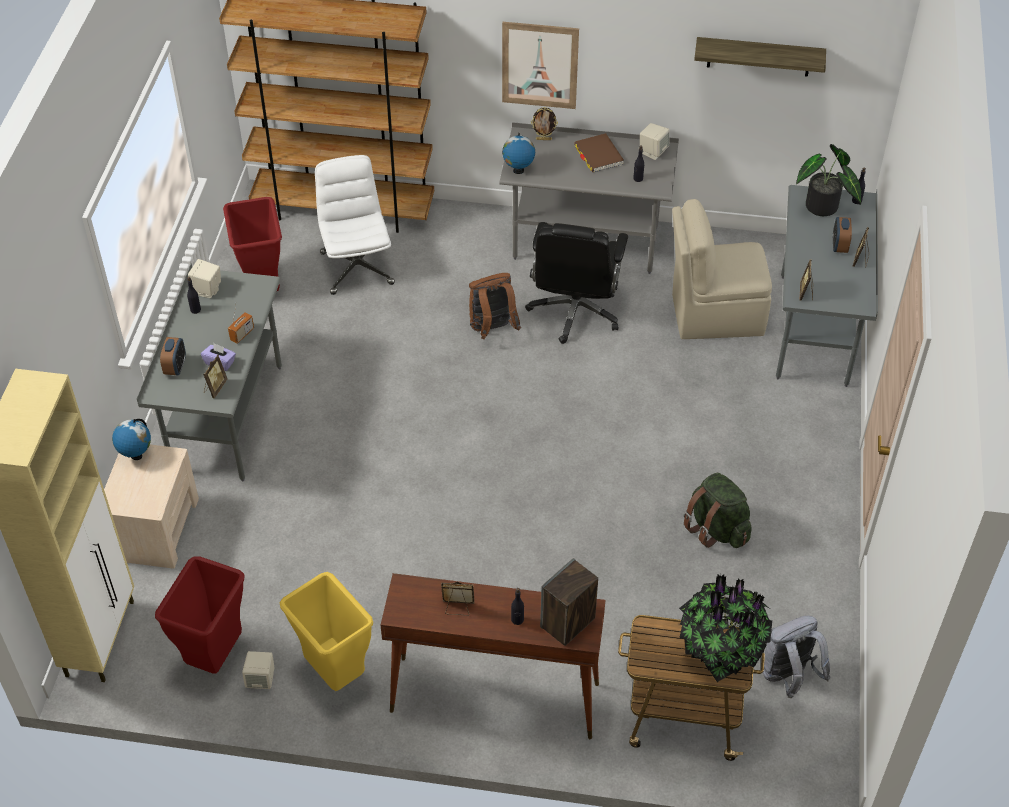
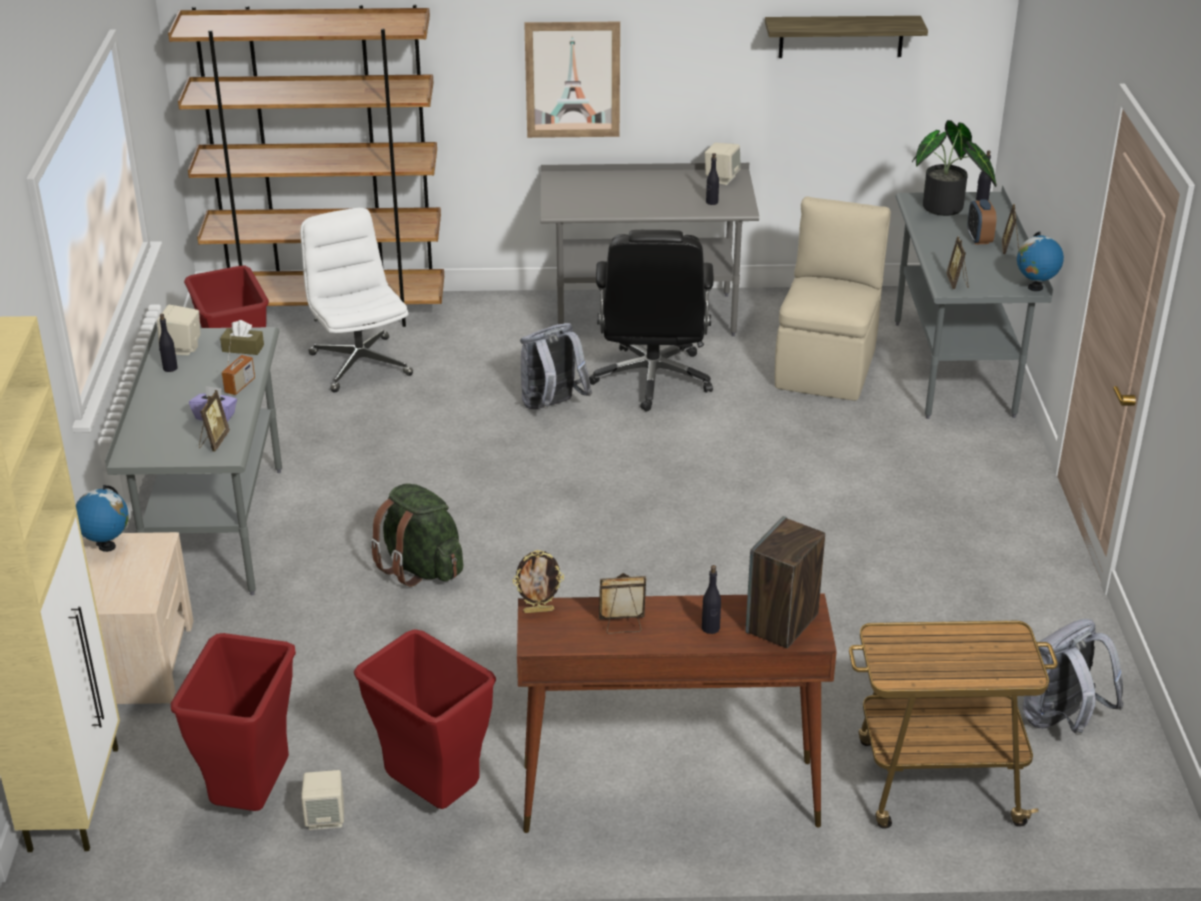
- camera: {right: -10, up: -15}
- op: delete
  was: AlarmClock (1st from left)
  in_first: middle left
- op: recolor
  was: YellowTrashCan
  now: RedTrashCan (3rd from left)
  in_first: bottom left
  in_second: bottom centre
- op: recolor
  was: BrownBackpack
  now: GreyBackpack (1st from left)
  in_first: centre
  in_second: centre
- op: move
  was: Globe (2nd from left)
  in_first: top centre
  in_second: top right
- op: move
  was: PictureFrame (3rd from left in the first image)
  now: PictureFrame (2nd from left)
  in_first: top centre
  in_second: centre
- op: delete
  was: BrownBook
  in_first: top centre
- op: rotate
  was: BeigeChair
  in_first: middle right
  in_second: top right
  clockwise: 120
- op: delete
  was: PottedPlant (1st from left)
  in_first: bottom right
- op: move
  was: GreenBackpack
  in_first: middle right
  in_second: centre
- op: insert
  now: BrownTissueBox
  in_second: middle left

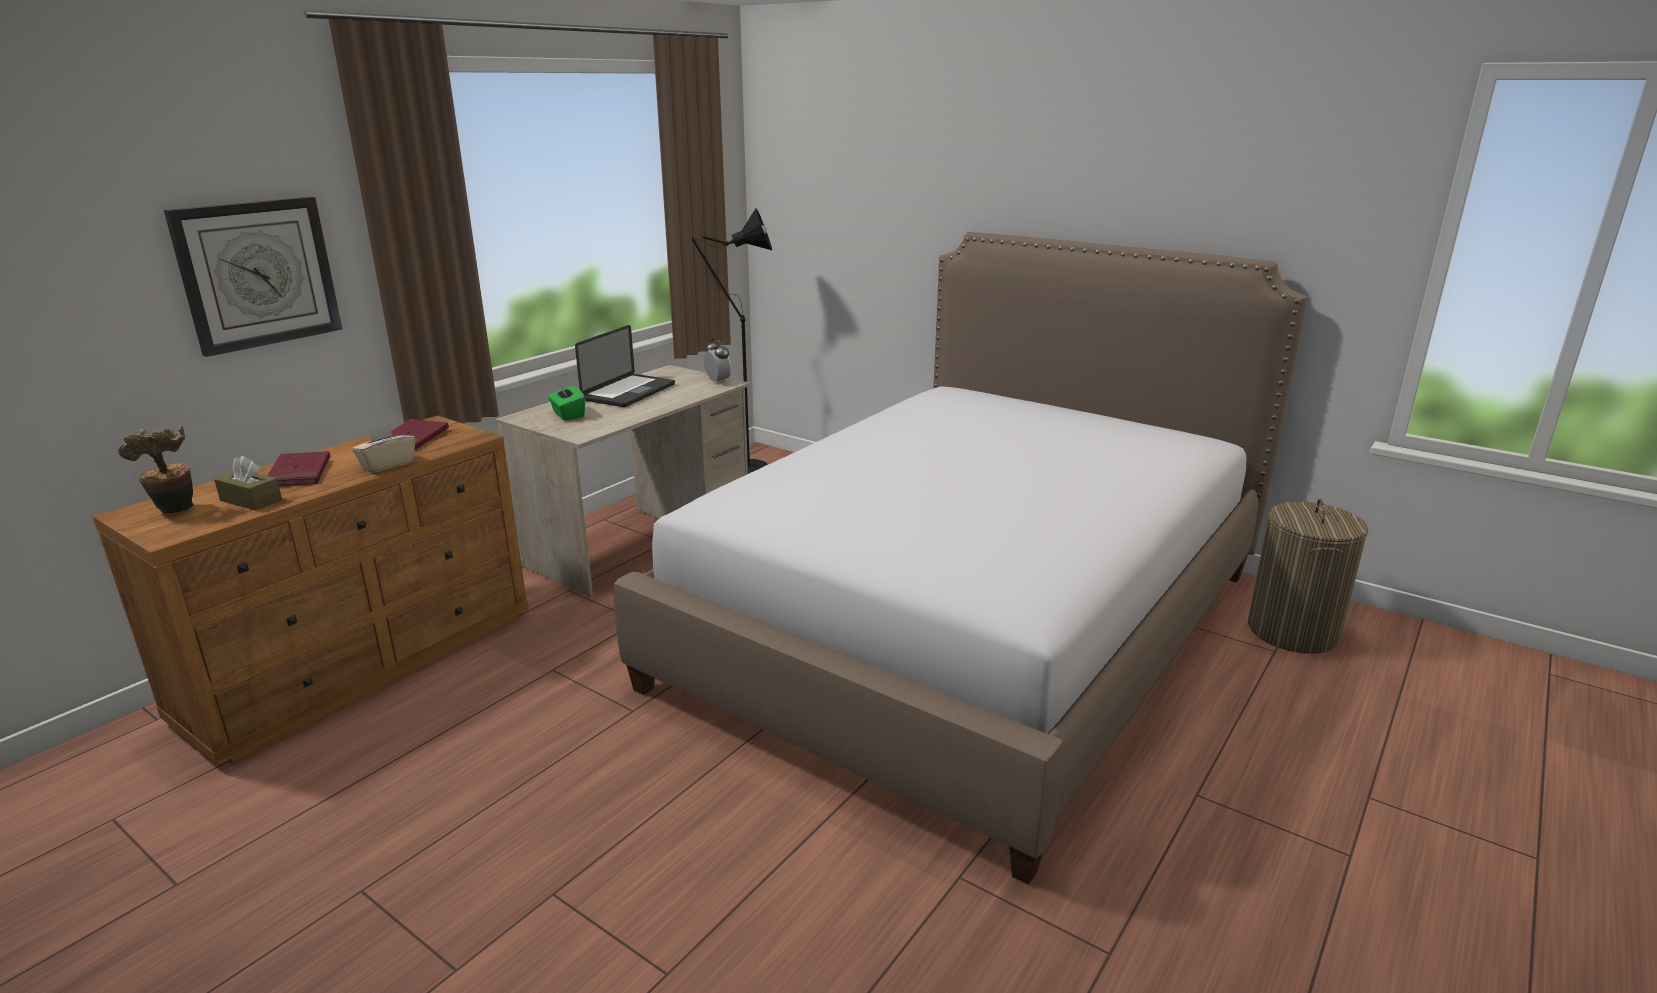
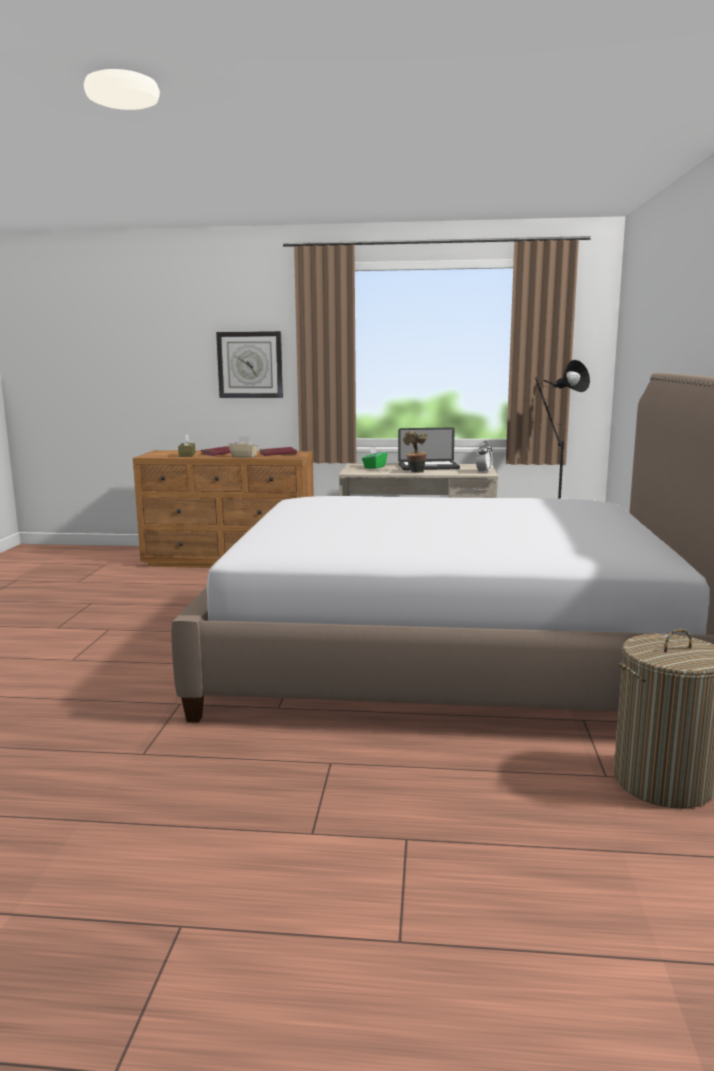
- camera: {right: 60, up: -10}
- op: move
  was: PottedPlant
  in_first: middle left
  in_second: centre

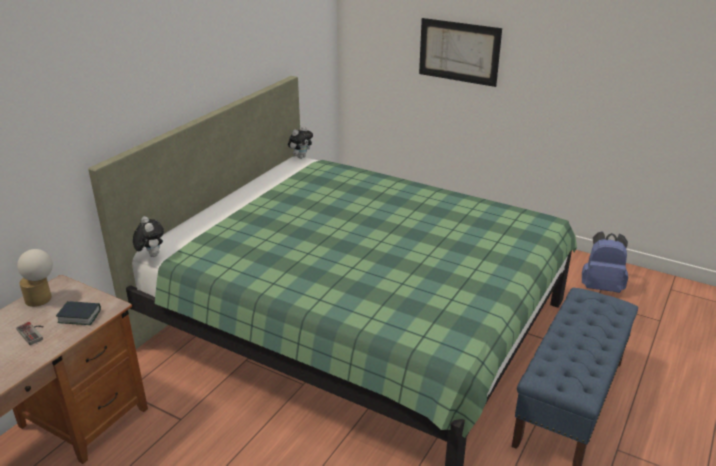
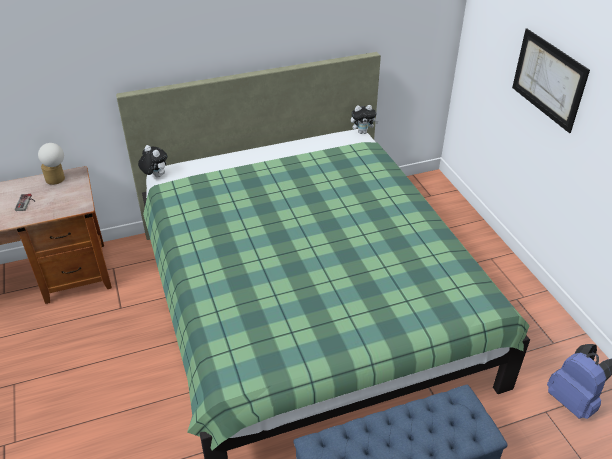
- camera: {right: 40, up: 10}
- op: delete
  was: Book
  in_first: bottom left
- op: rotate
  was: PlushToy (1st from left)
  in_first: middle left
  in_second: middle left
  clockwise: -60

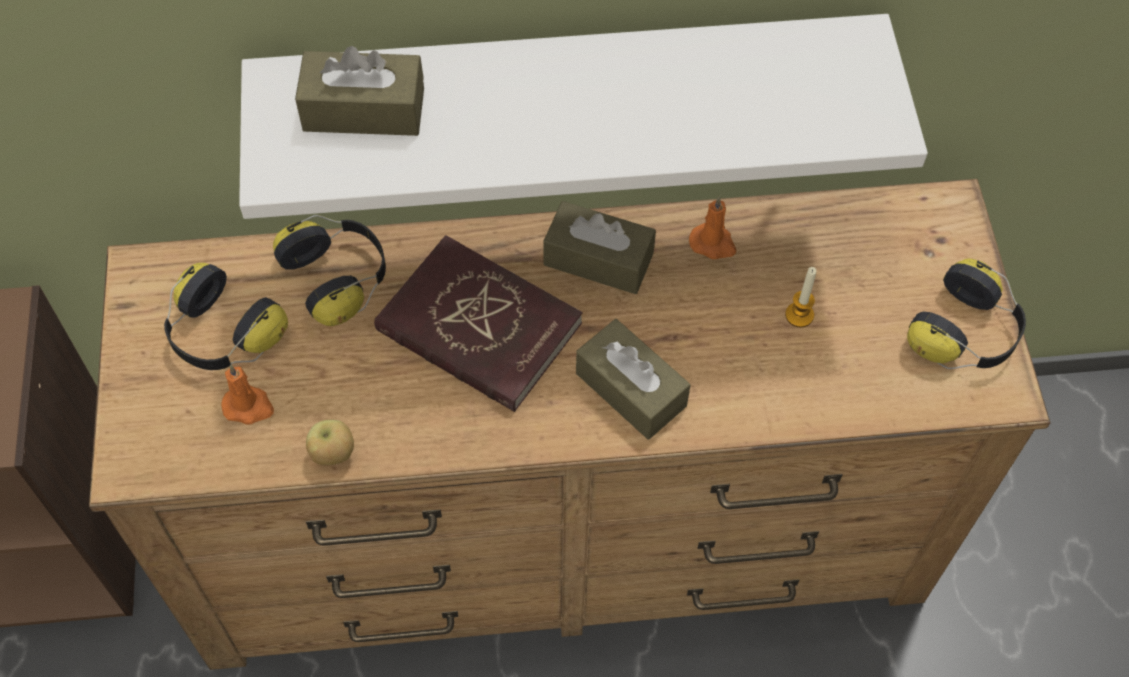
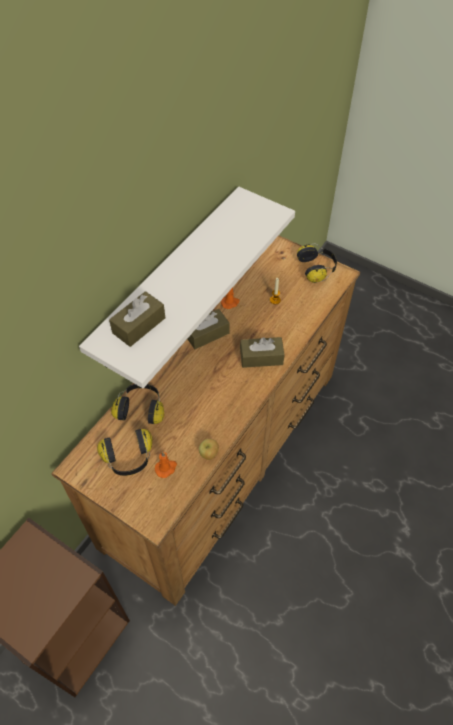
- camera: {right: -50, up: -5}
- op: delete
  was: RedBook
  in_first: centre

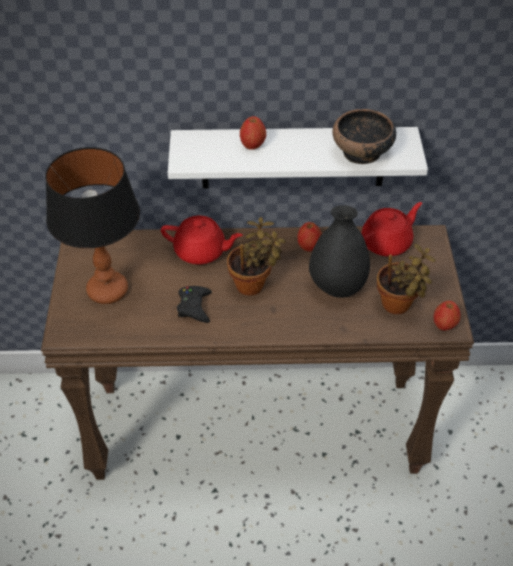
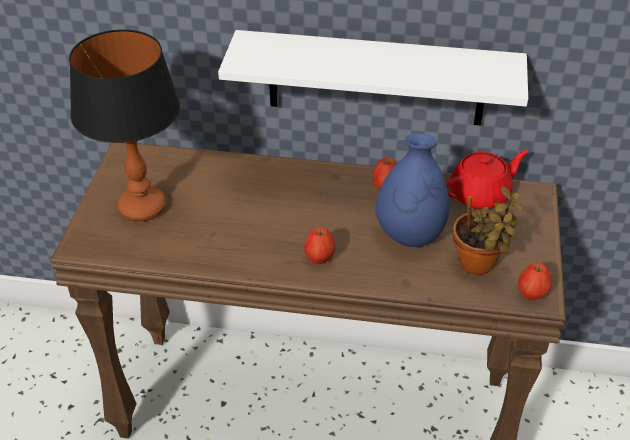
- camera: {right: 10, up: -5}
- op: delete
  was: RedTeapot (1st from left)
  in_first: centre
- op: delete
  was: BlackGameController
  in_first: centre
- op: delete
  was: PottedPlant (1st from left)
  in_first: centre
- op: move
  was: Apple (1st from left)
  in_first: top centre
  in_second: centre
- op: recolor
  was: BlackVase
  now: BlueVase
  in_first: centre
  in_second: centre
- op: delete
  was: Bowl
  in_first: top right

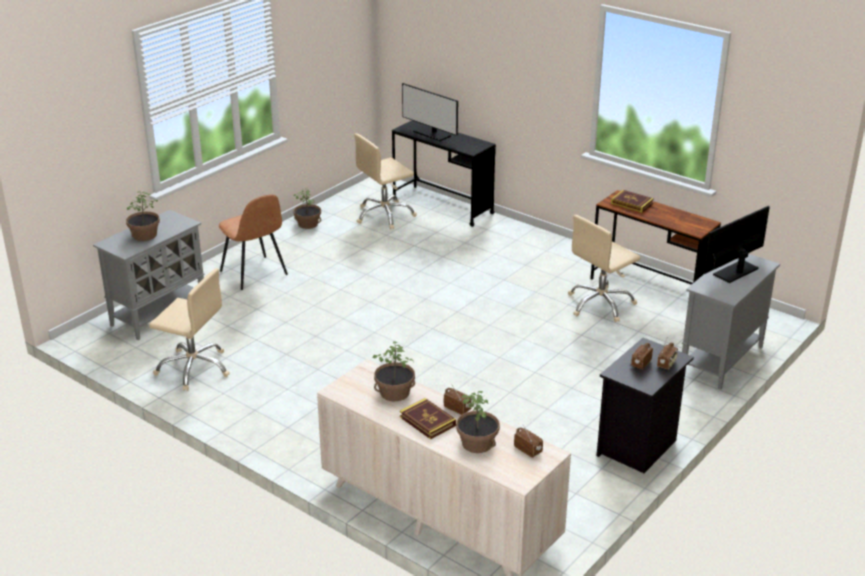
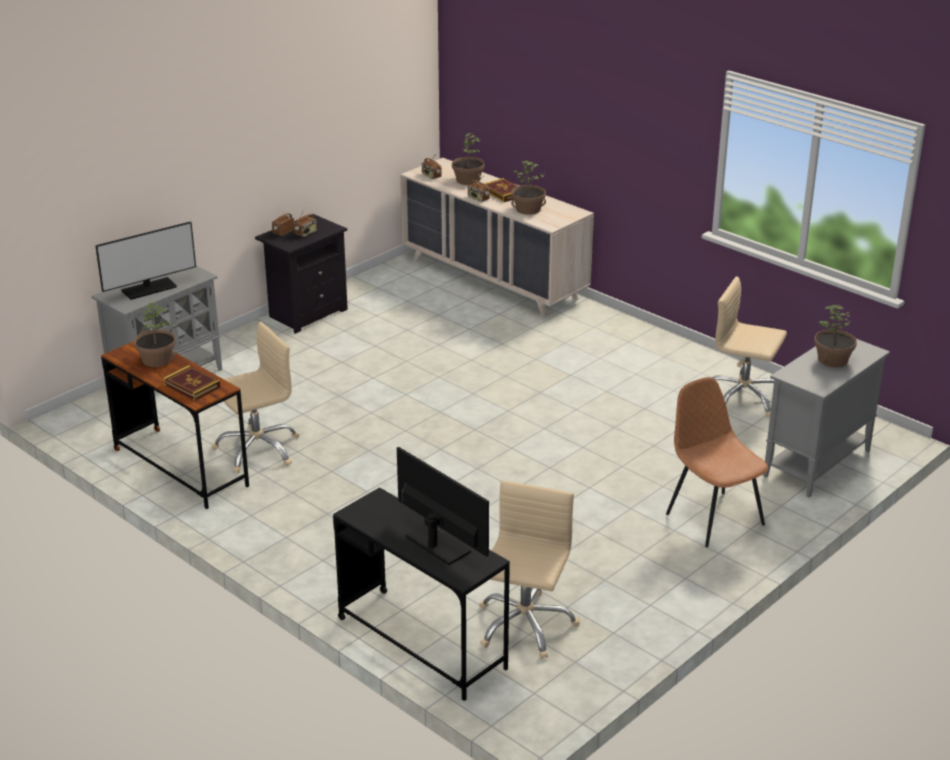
- camera: {right: -175, up: 0}
- op: move
  was: PottedPlant (2nd from left in the first image)
  now: PottedPlant (1st from left)
  in_first: centre
  in_second: middle left
- op: rotate
  was: BeigeOfficeChair (2nd from left)
  in_first: top centre
  in_second: bottom centre
  clockwise: -45

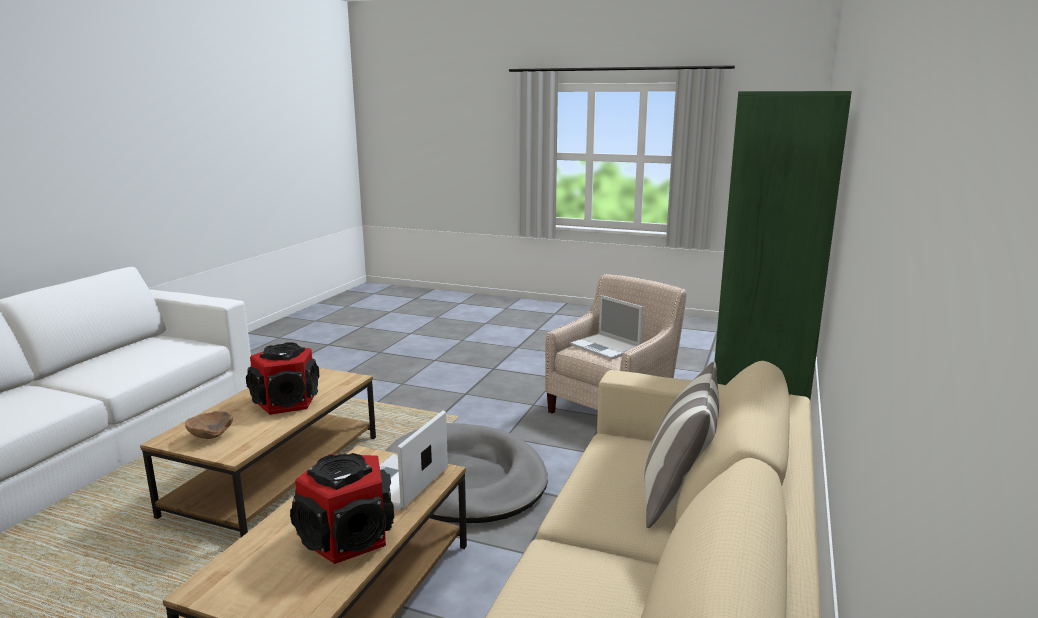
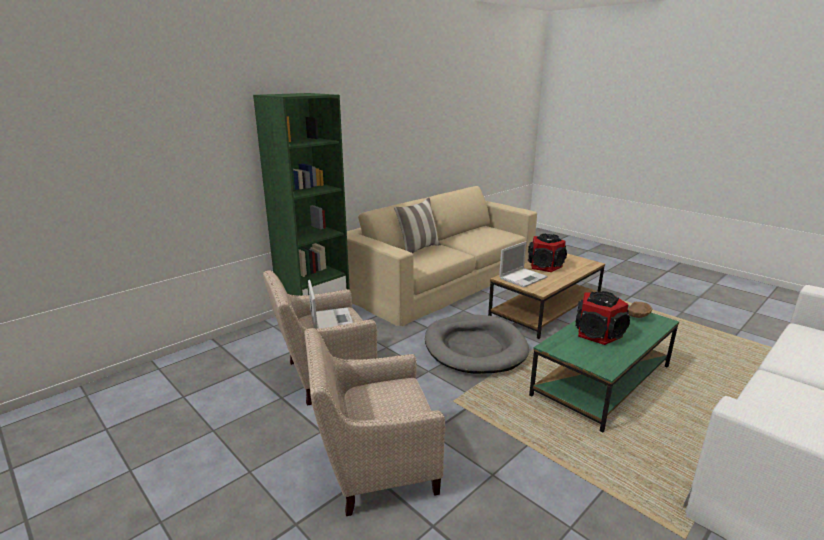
- camera: {right: -155, up: 5}
- op: recolor
  was: BrownCoffeeTable (1st from left)
  now: GreenCoffeeTable
  in_first: bottom left
  in_second: bottom right
- op: insert
  now: BeigeArmchair (2nd from left)
  in_second: bottom centre

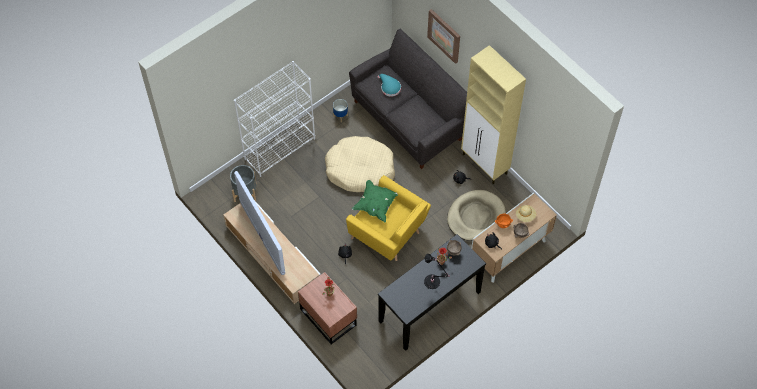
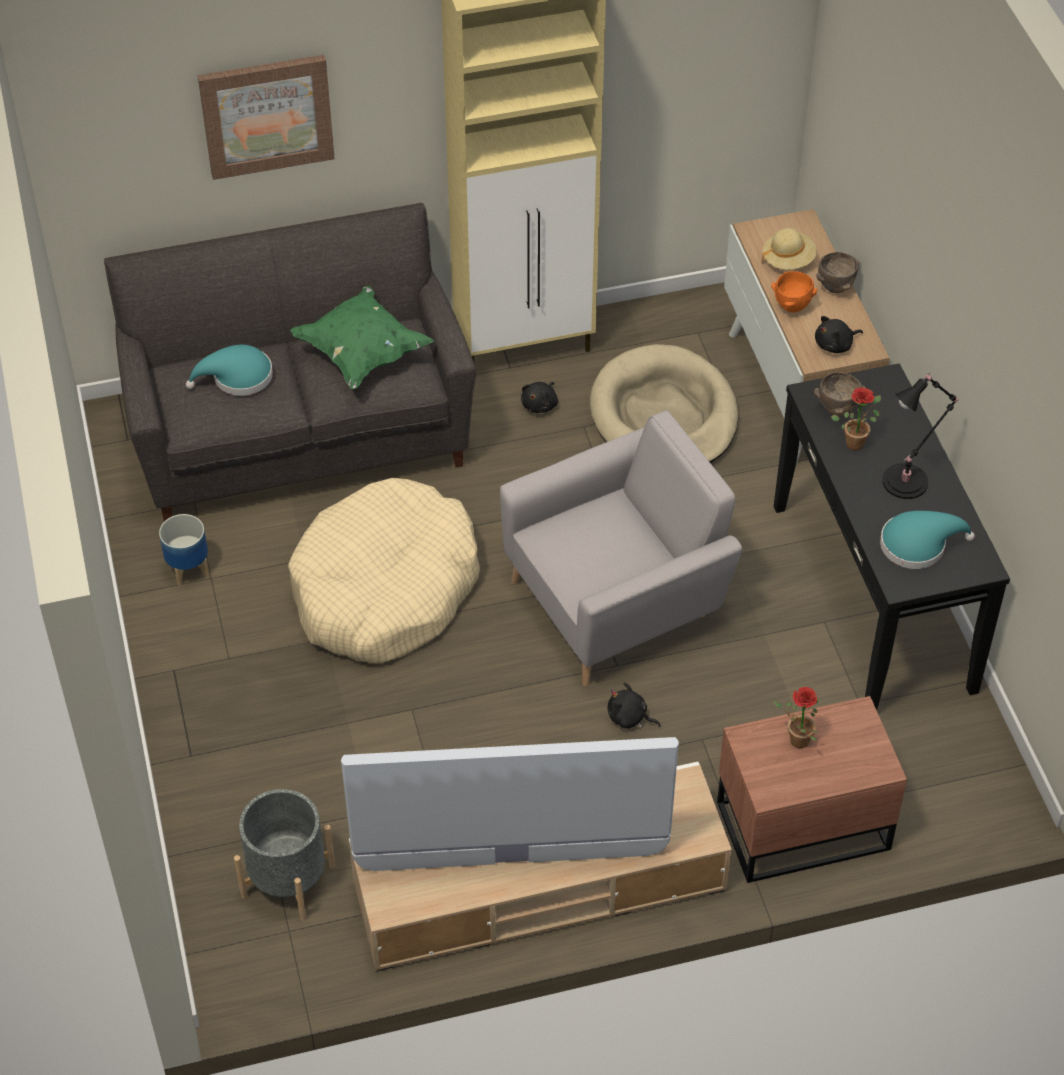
- camera: {right: -65, up: -10}
- op: delete
  was: WhiteBookcase
  in_first: top centre
- op: recolor
  was: YellowArmchair
  now: GreyArmchair
  in_first: centre
  in_second: centre
- op: move
  was: GreenPillow
  in_first: centre
  in_second: top centre
- op: insert
  now: TurquoiseHat (2nd from left)
  in_second: middle right

